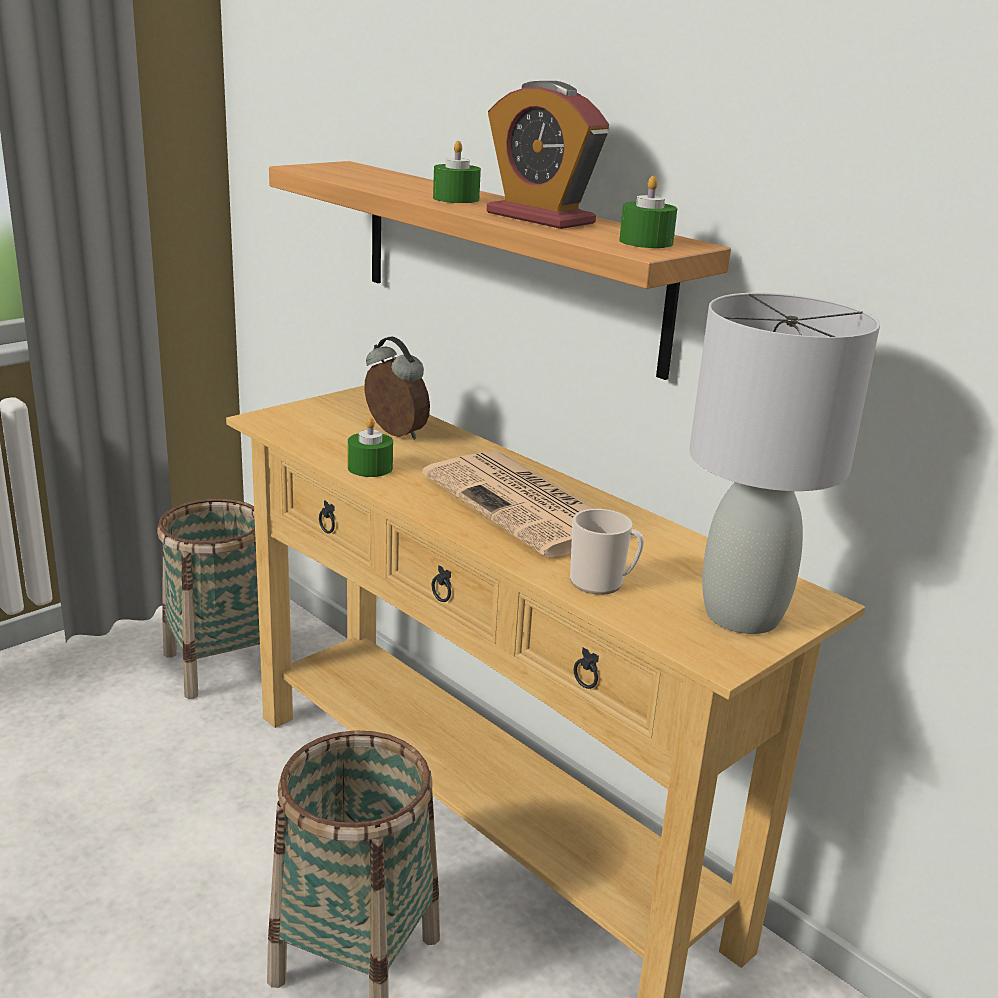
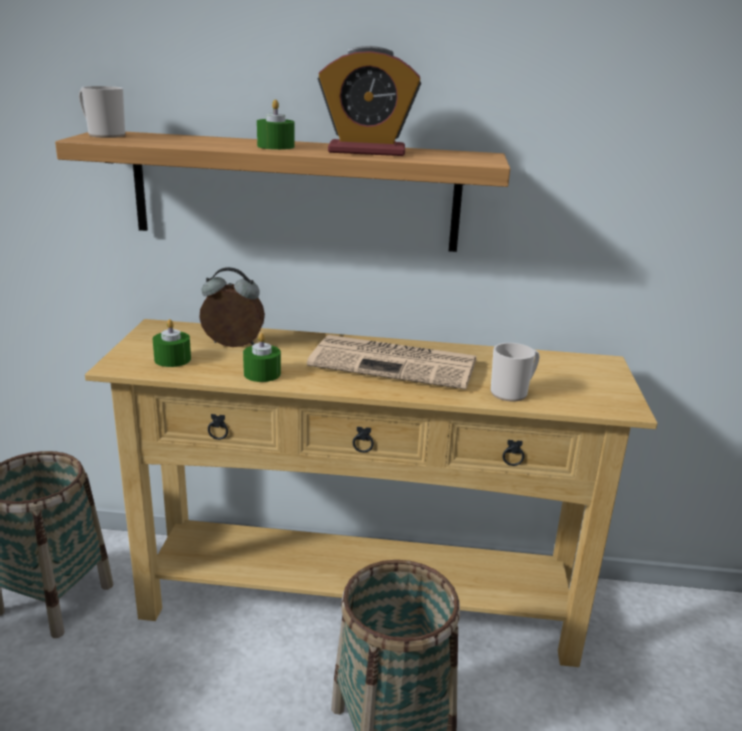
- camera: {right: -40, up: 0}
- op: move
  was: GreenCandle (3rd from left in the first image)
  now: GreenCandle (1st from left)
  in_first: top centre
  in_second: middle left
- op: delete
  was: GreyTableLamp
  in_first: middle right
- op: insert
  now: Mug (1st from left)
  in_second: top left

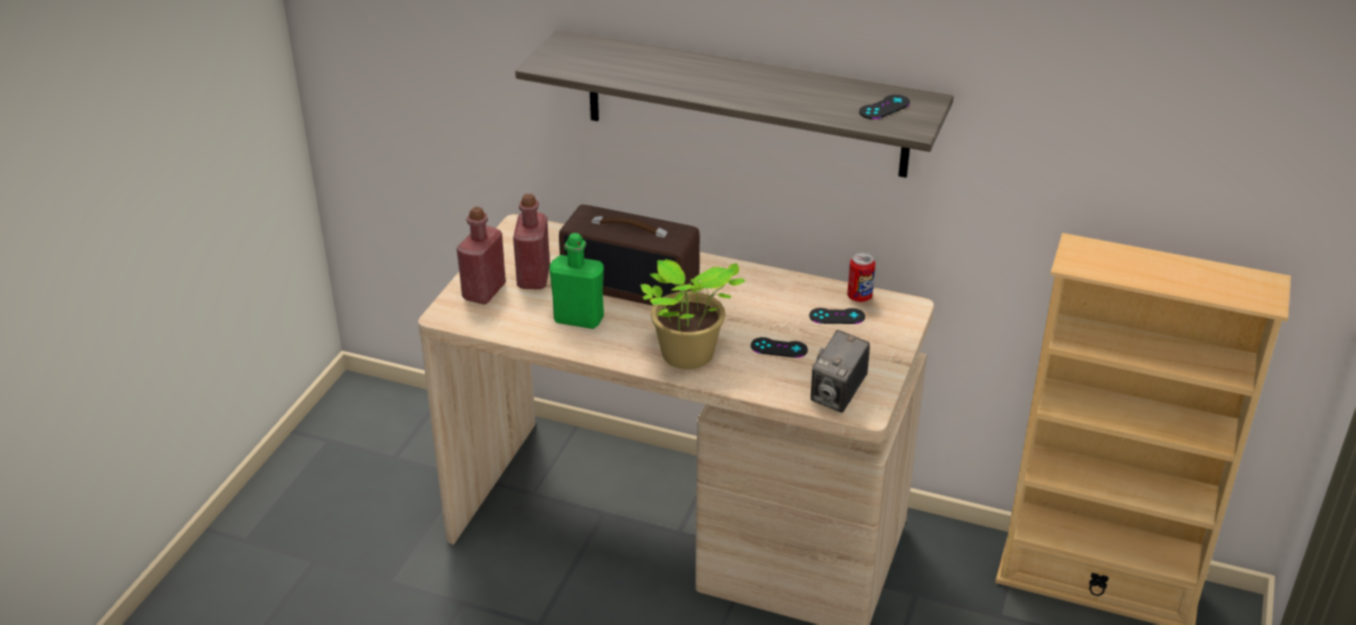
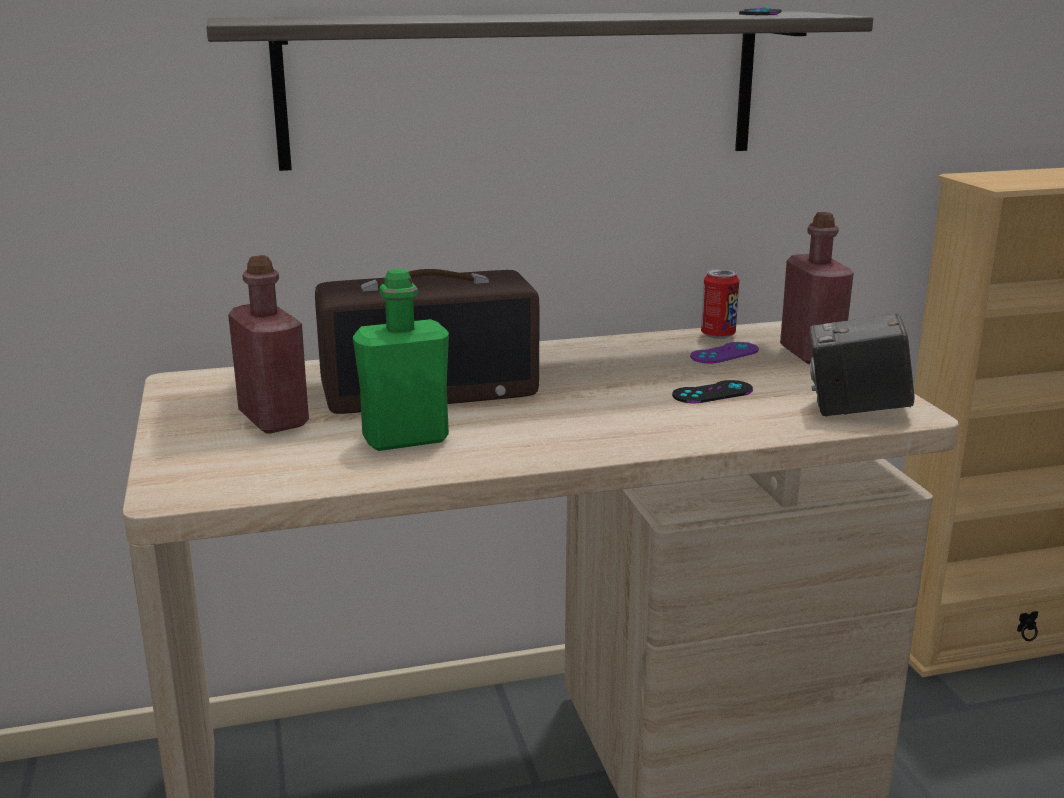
- camera: {right: -35, up: -15}
- op: move
  was: RedBottle (1st from left in the first image)
  now: RedBottle (2nd from left)
  in_first: centre
  in_second: middle right
- op: delete
  was: PottedPlant
  in_first: centre
- op: recolor
  was: BlackGameController (2nd from left)
  now: PurpleGameController
  in_first: centre
  in_second: middle right
- op: rotate
  was: PhotoCamera
  in_first: centre
  in_second: middle right
  clockwise: 105

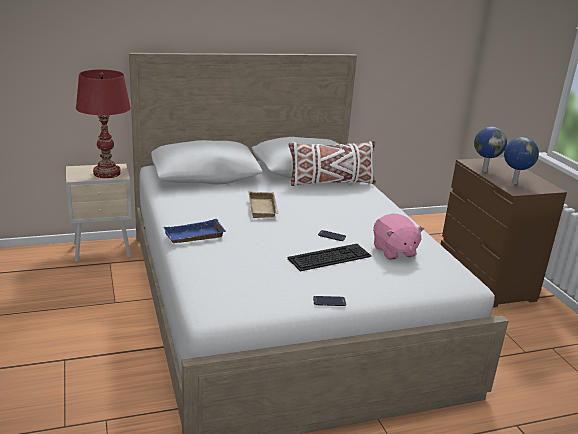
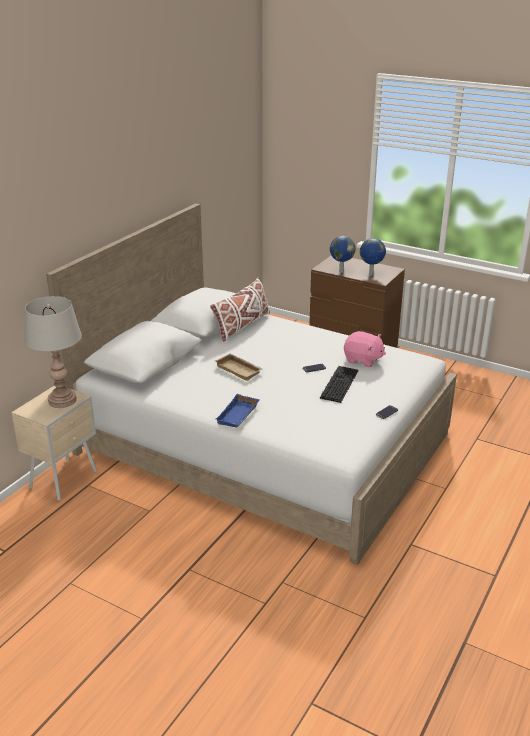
- camera: {right: -40, up: 5}
- op: recolor
  was: RedTableLamp
  now: GreyTableLamp
  in_first: top left
  in_second: middle left

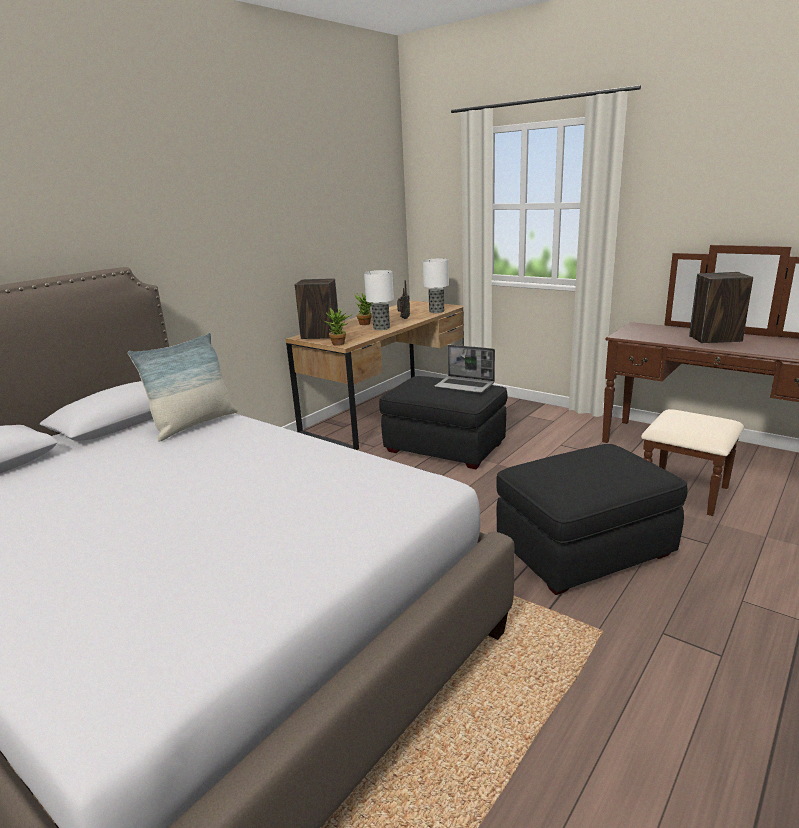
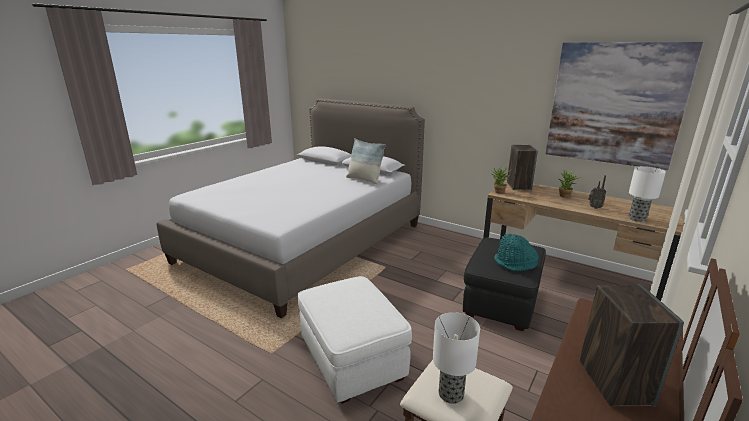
- camera: {right: 85, up: 0}
- op: move
  was: TableLamp (1st from left)
  in_first: centre
  in_second: bottom centre
- op: replace
  was: Laptop
  now: TurquoiseHat
  in_first: centre
  in_second: middle right
- op: recolor
  was: BlackOttoman (2nd from left)
  now: WhiteOttoman
  in_first: middle right
  in_second: bottom centre
- op: insert
  now: Picture
  in_second: top right

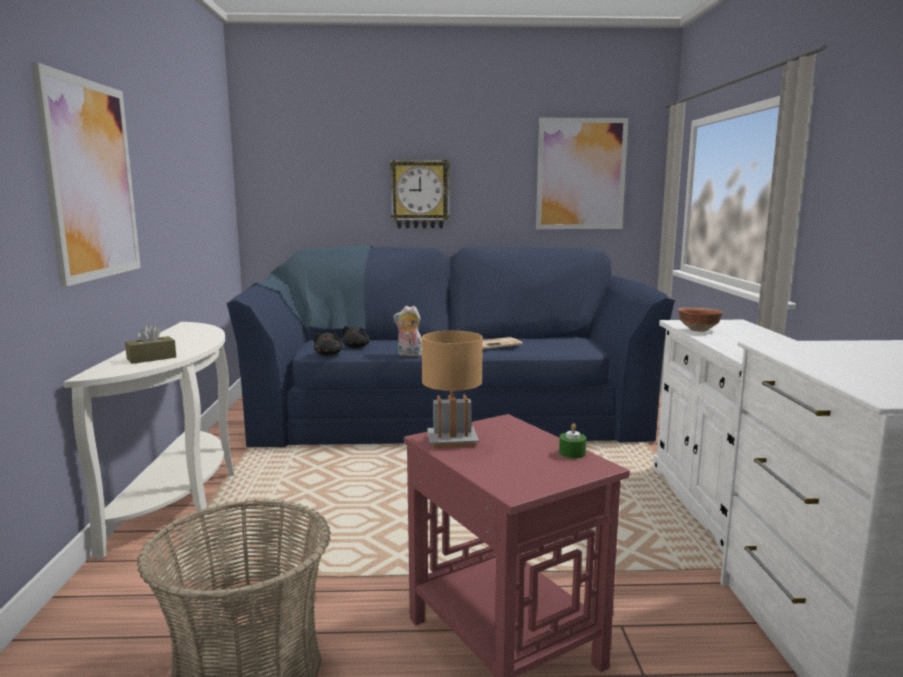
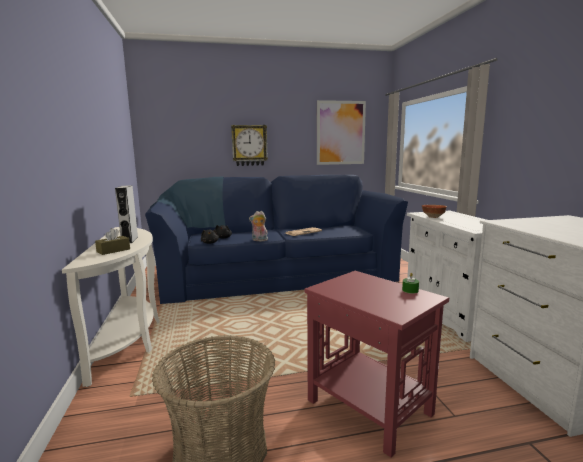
- camera: {right: -10, up: 0}
- op: delete
  was: Picture (1st from left)
  in_first: top left
- op: delete
  was: BrownTableLamp
  in_first: centre
- op: insert
  now: GreySpeaker
  in_second: middle left

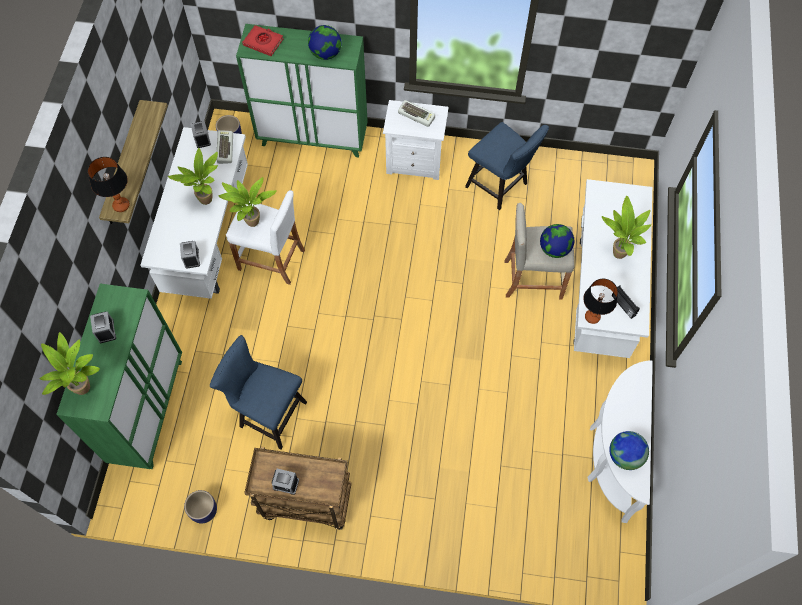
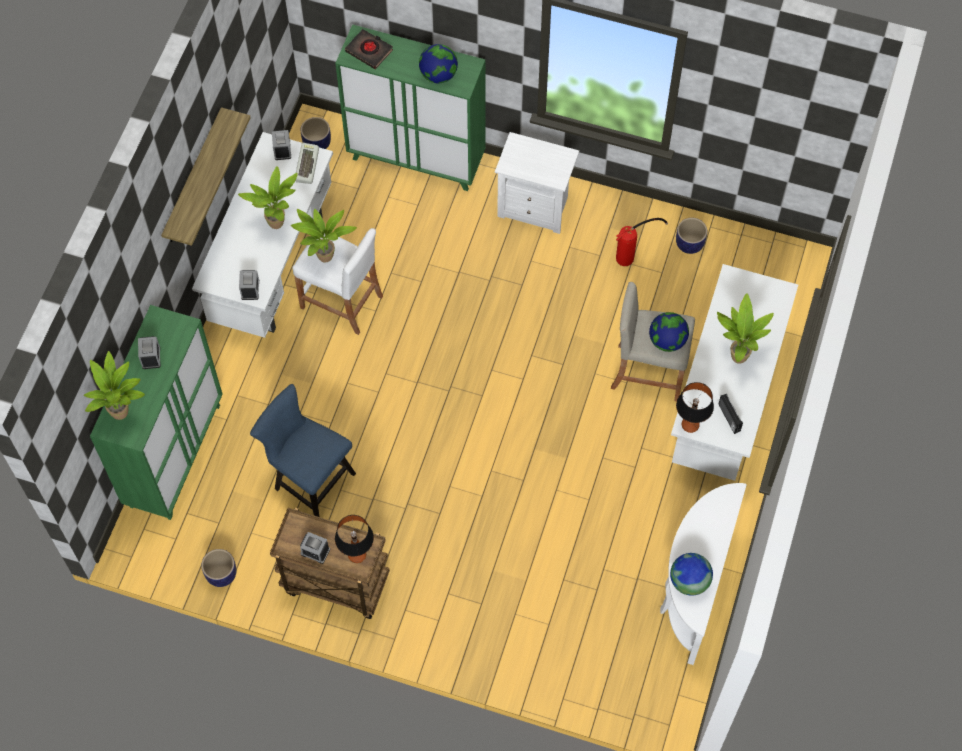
- camera: {right: 10, up: 0}
- op: move
  was: TableLamp (1st from left)
  in_first: top left
  in_second: bottom centre
- op: recolor
  was: RedBook
  now: BlackBook
  in_first: top left
  in_second: top centre
- op: delete
  was: Keyboard (2nd from left)
  in_first: top centre
- op: replace
  was: BlueChair (2nd from left)
  now: FireExtinguisher
  in_first: top centre
  in_second: top right
- op: insert
  now: Planter (3rd from left)
  in_second: top right

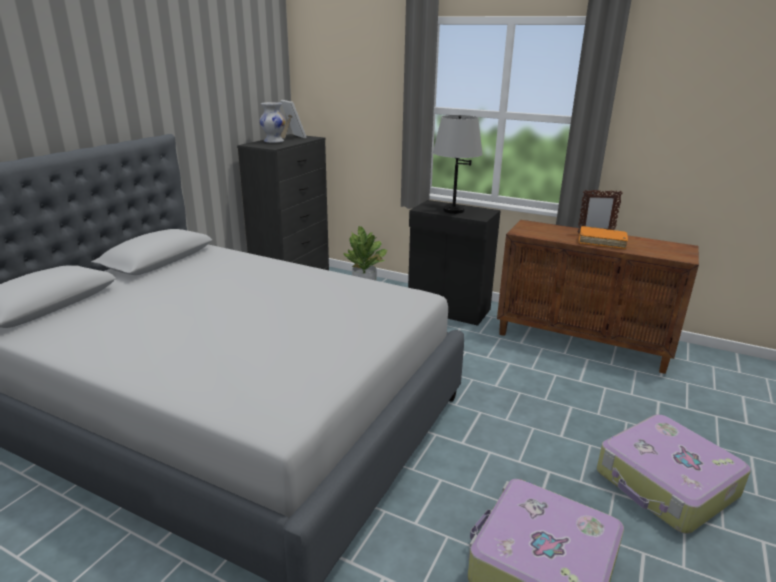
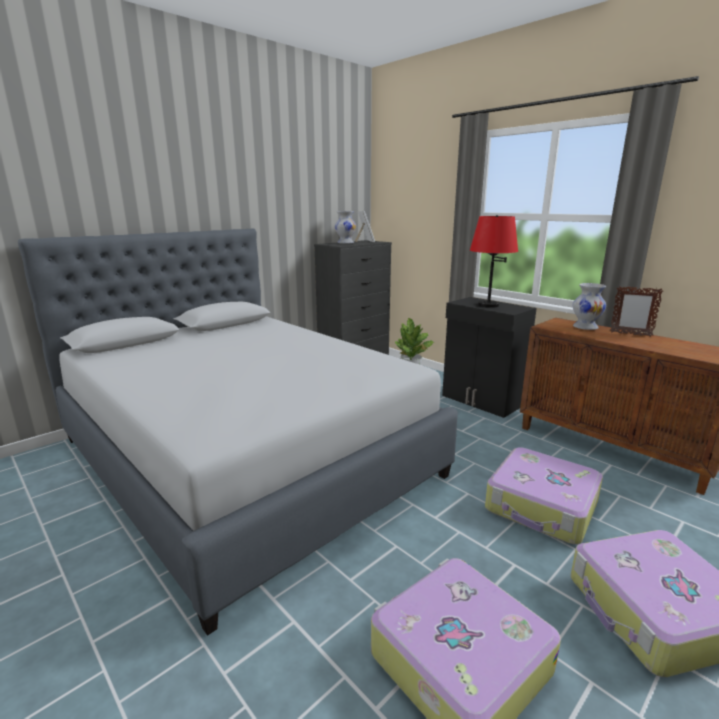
- camera: {right: 20, up: -5}
- op: recolor
  was: GreyTableLamp
  now: RedTableLamp
  in_first: top centre
  in_second: middle right
- op: delete
  was: OrangeBook
  in_first: middle right
- op: insert
  now: Suitcase (2nd from left)
  in_second: bottom right
- op: insert
  now: WhiteVase (2nd from left)
  in_second: middle right

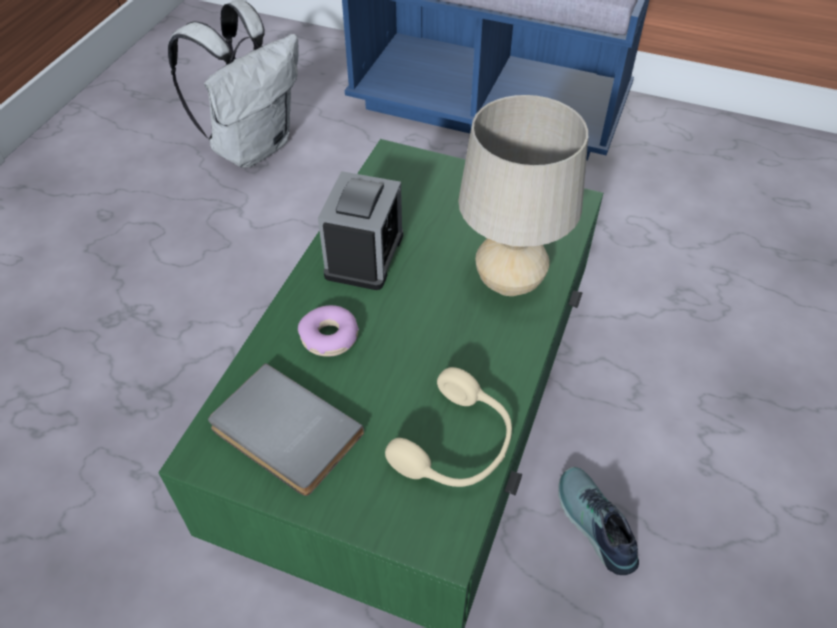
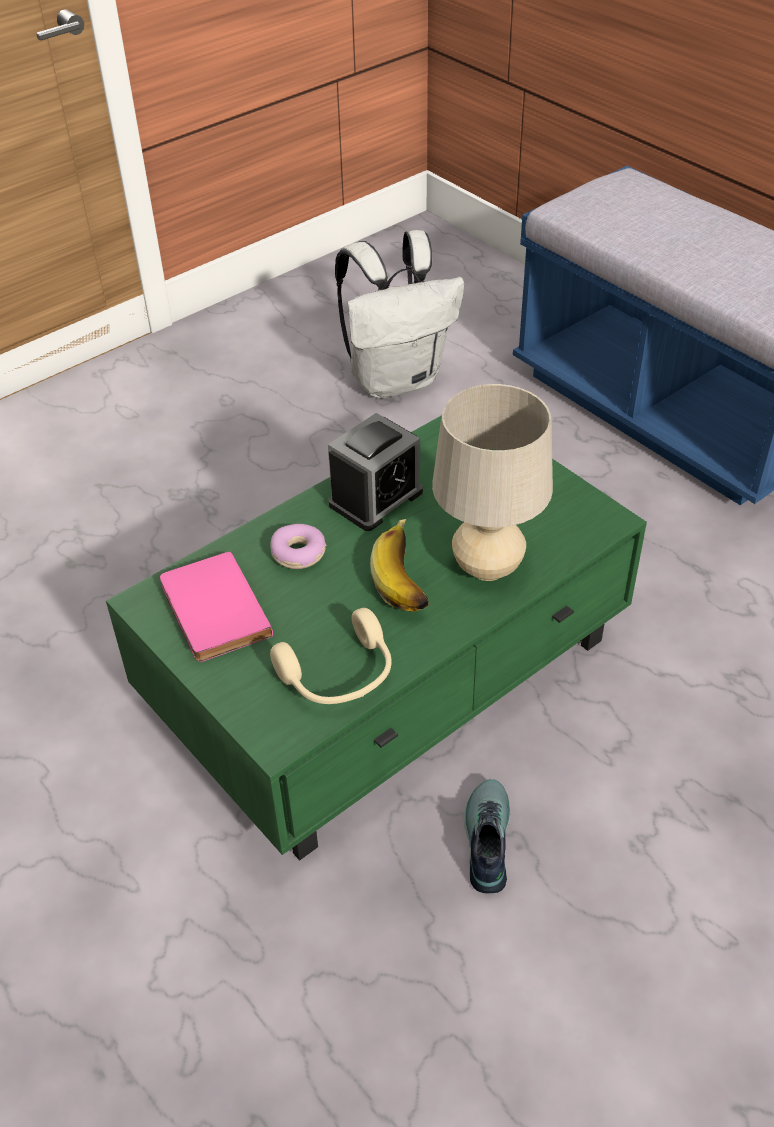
- camera: {right: 30, up: -5}
- op: recolor
  was: GreyBook
  now: PinkBook
  in_first: bottom centre
  in_second: middle left
- op: insert
  now: Banana
  in_second: centre

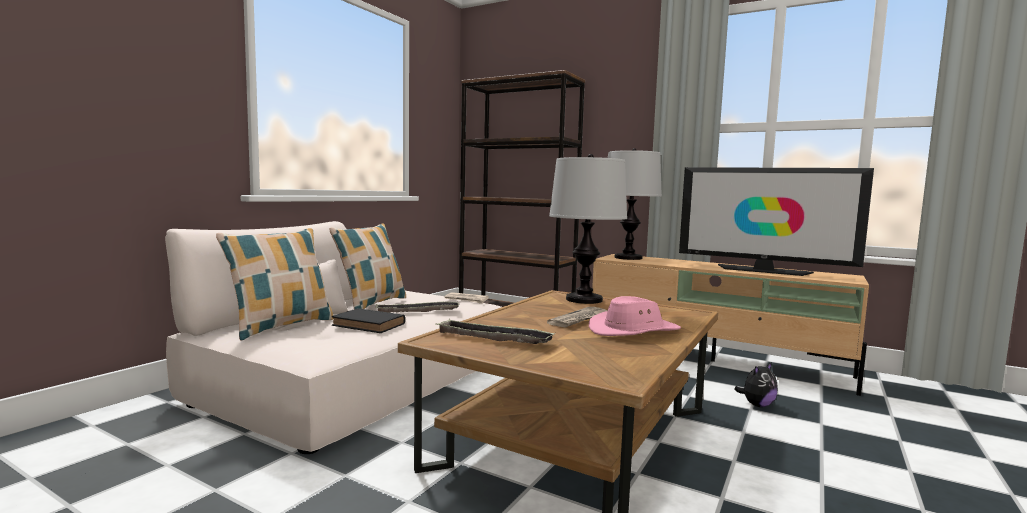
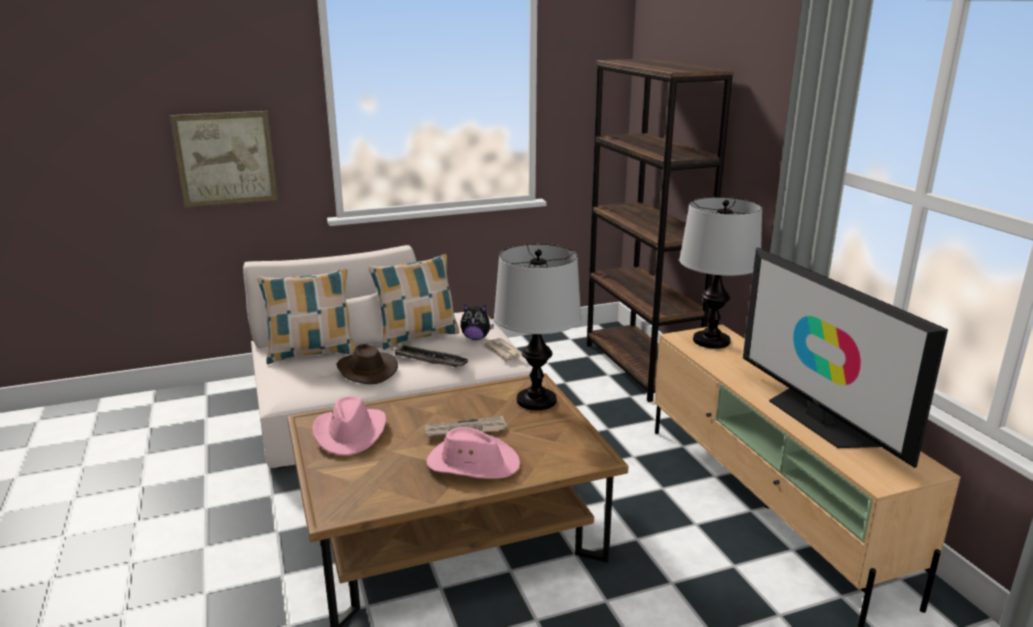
- camera: {right: 40, up: 15}
- op: replace
  was: BlackBook
  now: BrownHat
  in_first: centre
  in_second: centre
- op: replace
  was: Tray (2nd from left)
  now: PinkHat (1st from left)
  in_first: centre
  in_second: bottom centre
- op: move
  was: PlushToy
  in_first: bottom right
  in_second: centre
- op: insert
  now: Picture
  in_second: top left

